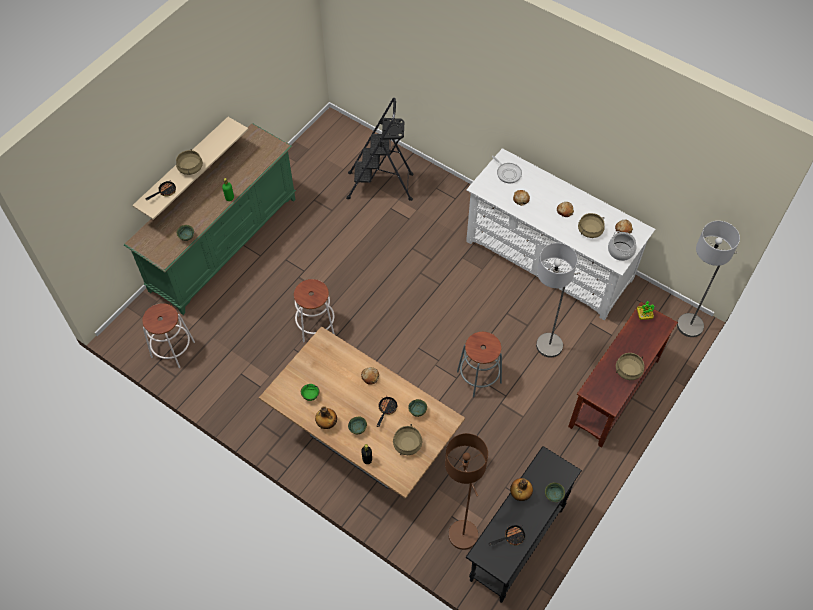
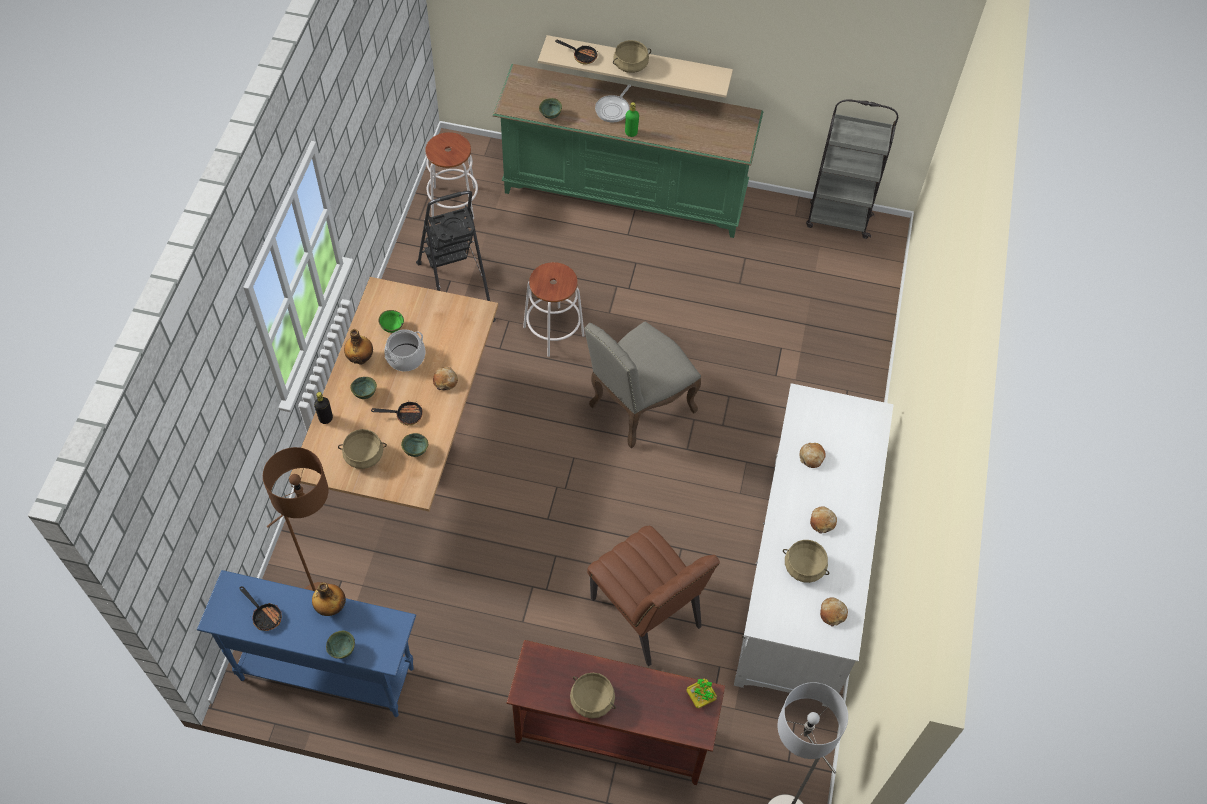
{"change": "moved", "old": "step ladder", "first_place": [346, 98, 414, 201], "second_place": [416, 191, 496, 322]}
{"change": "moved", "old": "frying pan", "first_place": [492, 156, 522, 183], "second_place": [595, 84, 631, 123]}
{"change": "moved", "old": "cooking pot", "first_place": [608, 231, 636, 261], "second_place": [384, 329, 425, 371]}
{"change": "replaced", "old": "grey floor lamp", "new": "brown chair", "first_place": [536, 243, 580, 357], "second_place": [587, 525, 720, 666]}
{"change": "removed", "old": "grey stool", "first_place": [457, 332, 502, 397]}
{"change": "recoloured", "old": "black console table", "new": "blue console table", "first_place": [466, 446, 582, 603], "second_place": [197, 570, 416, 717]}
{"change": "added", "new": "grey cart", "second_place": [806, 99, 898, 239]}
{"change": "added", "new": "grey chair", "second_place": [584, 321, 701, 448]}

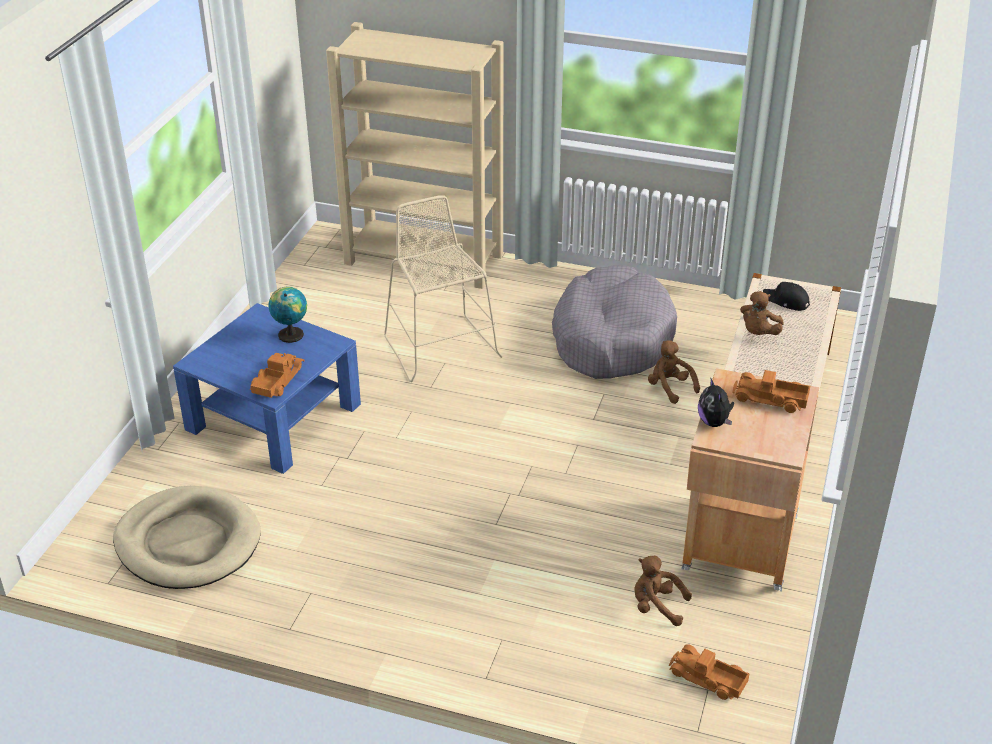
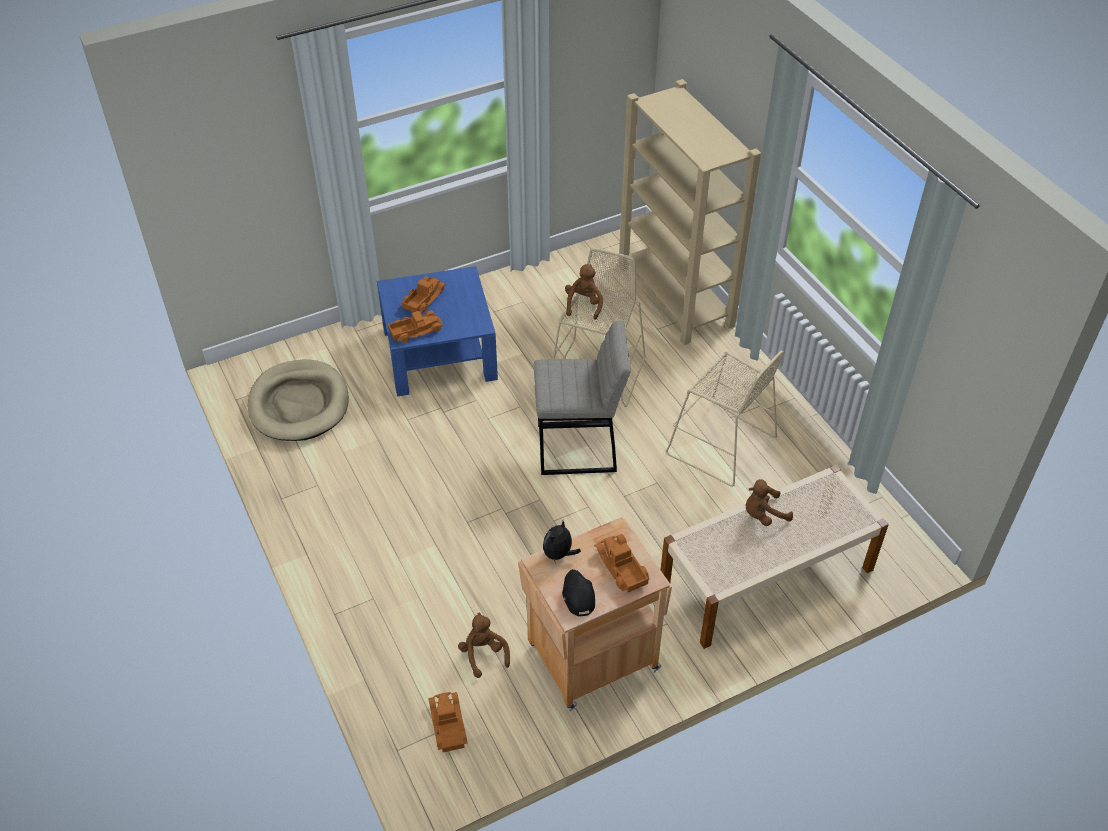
{"change": "replaced", "old": "grey dog bed", "new": "beige stool", "first_place": [552, 265, 677, 379], "second_place": [666, 350, 784, 487]}
{"change": "moved", "old": "black cap", "first_place": [763, 282, 810, 311], "second_place": [562, 569, 595, 616]}
{"change": "removed", "old": "globe", "first_place": [269, 286, 307, 343]}
{"change": "moved", "old": "brown plush toy", "first_place": [648, 340, 700, 404], "second_place": [565, 264, 603, 320]}
{"change": "added", "new": "toy truck", "second_place": [402, 276, 446, 313]}
{"change": "added", "new": "grey chair", "second_place": [534, 320, 631, 475]}

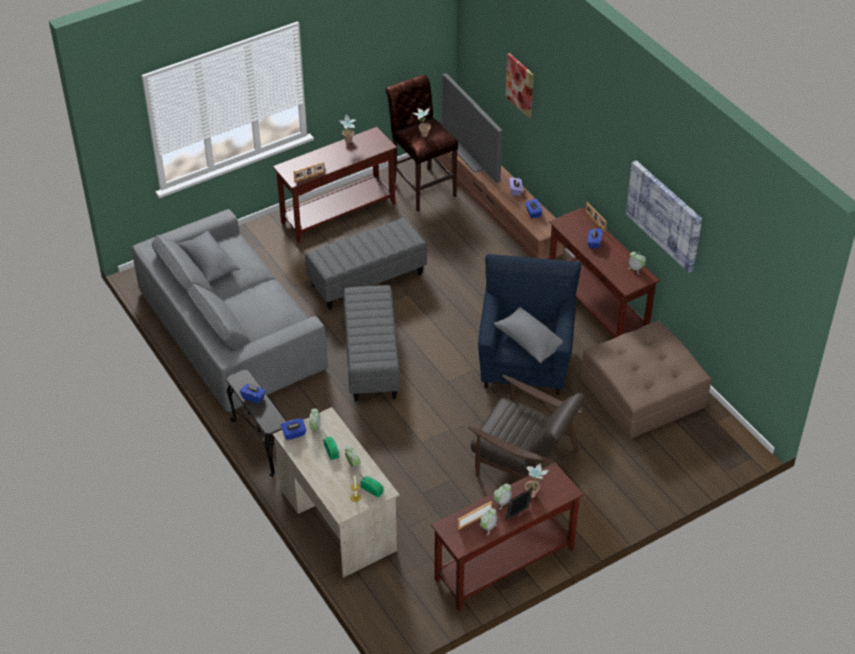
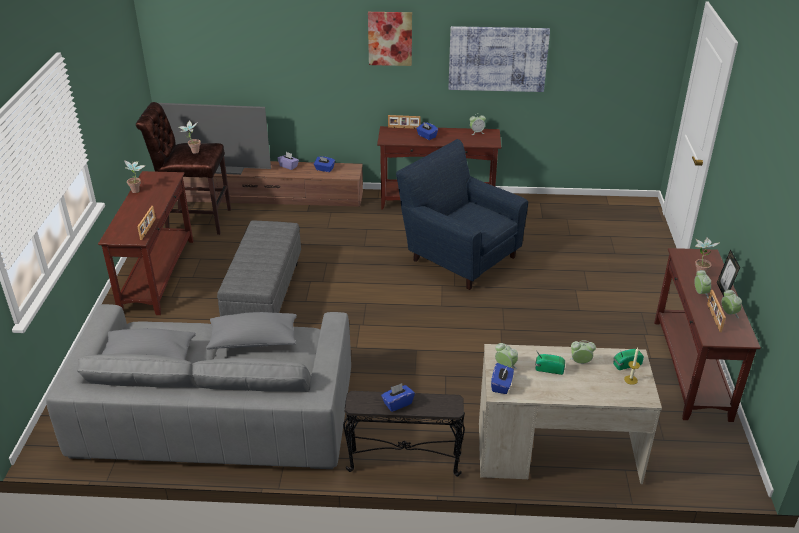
{"change": "moved", "old": "picture", "first_place": [505, 53, 534, 118], "second_place": [368, 12, 412, 66]}
{"change": "removed", "old": "grey ottoman", "first_place": [343, 285, 401, 401]}
{"change": "moved", "old": "grey pillow", "first_place": [494, 307, 563, 363], "second_place": [206, 312, 297, 349]}
{"change": "removed", "old": "brown ottoman", "first_place": [580, 321, 712, 439]}
{"change": "removed", "old": "brown armchair", "first_place": [468, 375, 585, 479]}

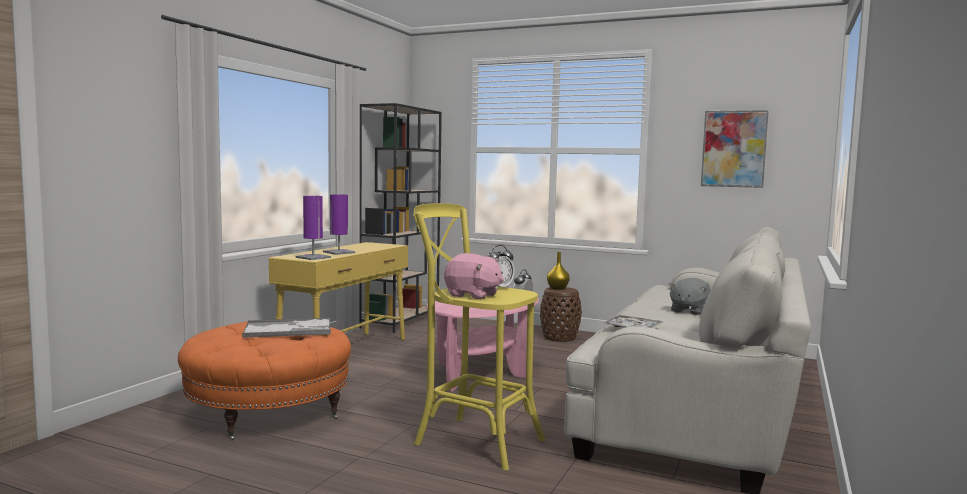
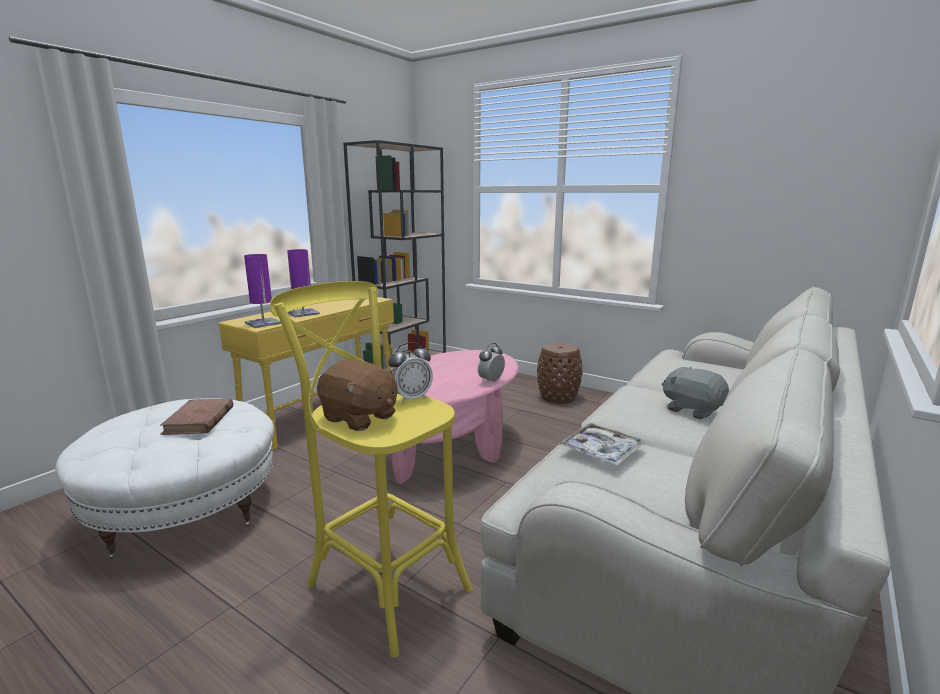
{"change": "removed", "old": "picture", "first_place": [701, 110, 769, 188]}
{"change": "removed", "old": "yellow vase", "first_place": [547, 252, 570, 290]}
{"change": "recoloured", "old": "pink plush toy", "new": "brown plush toy", "first_place": [444, 253, 504, 299], "second_place": [317, 359, 398, 431]}
{"change": "turned", "old": "grey plush toy", "first_place": [668, 278, 711, 315], "second_place": [662, 367, 729, 419], "degrees": 90}
{"change": "replaced", "old": "tray", "new": "brown book", "first_place": [242, 318, 331, 338], "second_place": [160, 399, 233, 435]}
{"change": "recoloured", "old": "orange ottoman", "new": "white ottoman", "first_place": [178, 321, 351, 440], "second_place": [56, 399, 274, 559]}

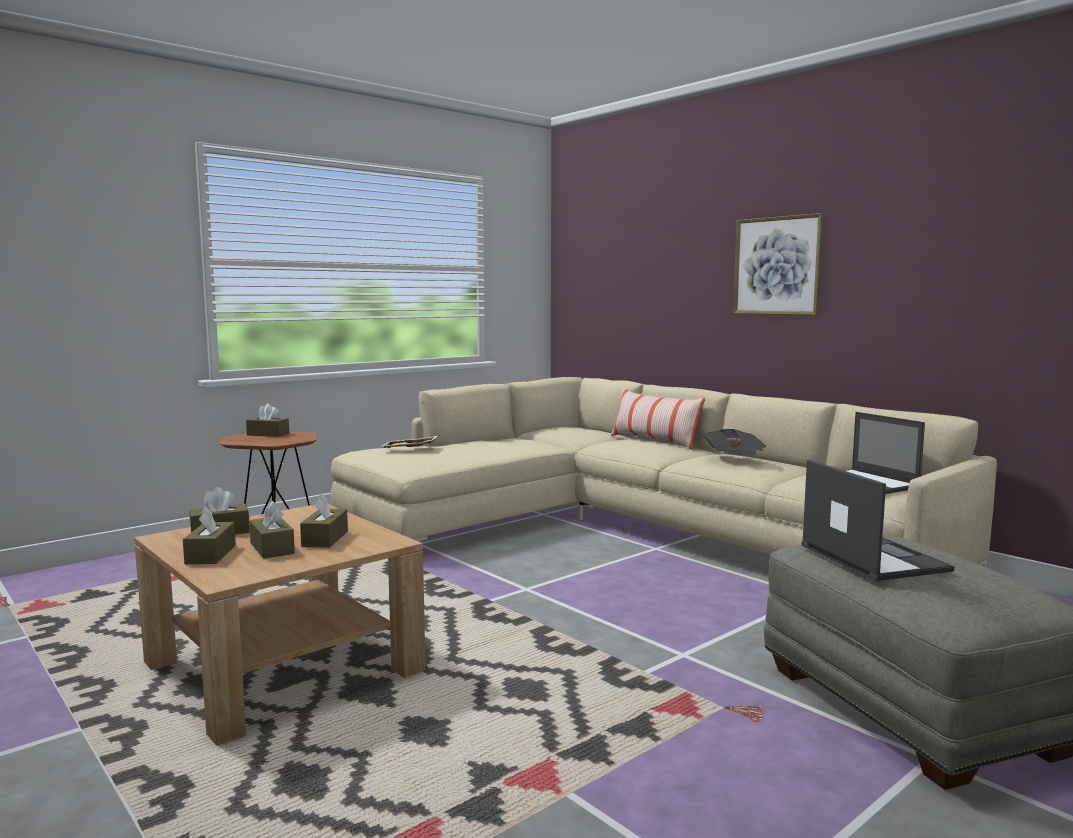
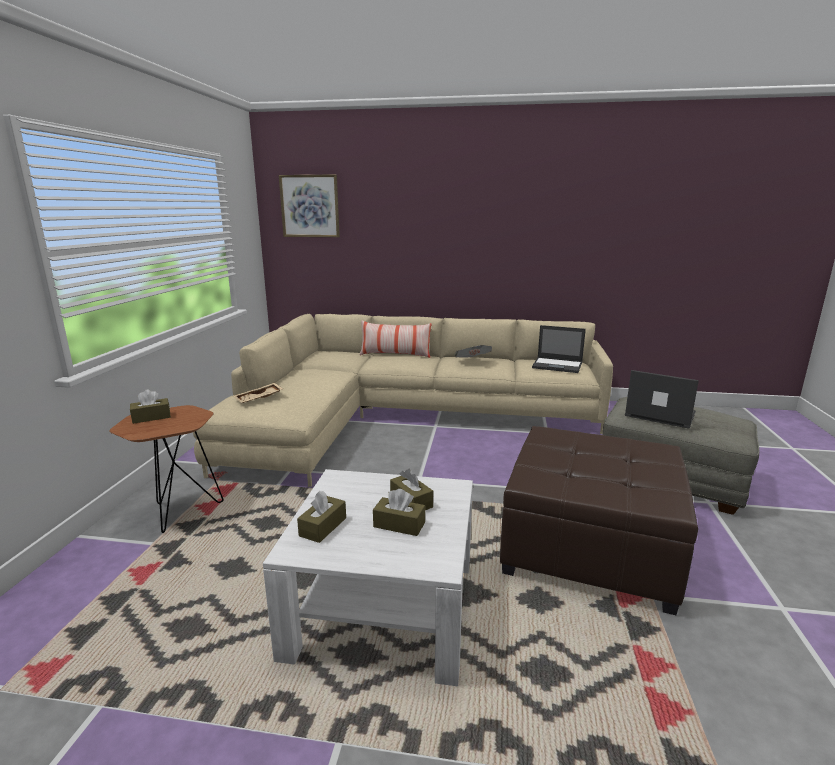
{"change": "moved", "old": "picture", "first_place": [733, 213, 824, 315], "second_place": [279, 174, 340, 237]}
{"change": "recoloured", "old": "brown coffee table", "new": "white coffee table", "first_place": [134, 504, 426, 746], "second_place": [263, 469, 473, 686]}
{"change": "removed", "old": "brown tissue box", "first_place": [183, 506, 236, 564]}
{"change": "added", "new": "brown ottoman", "second_place": [500, 426, 698, 615]}

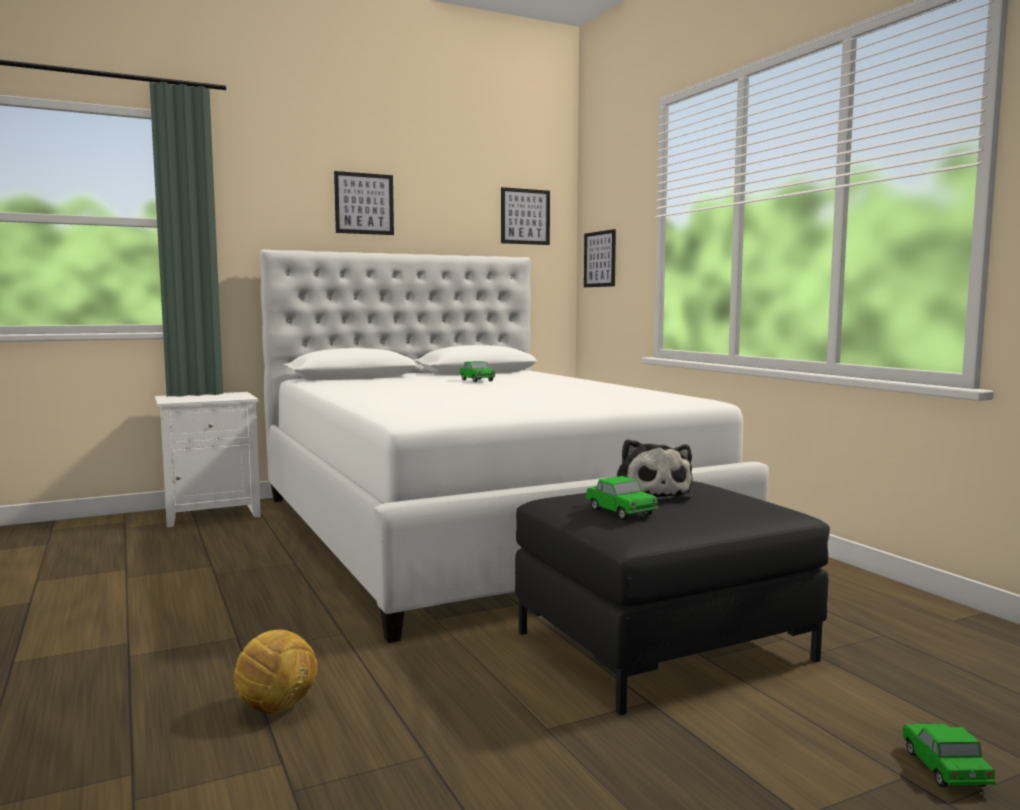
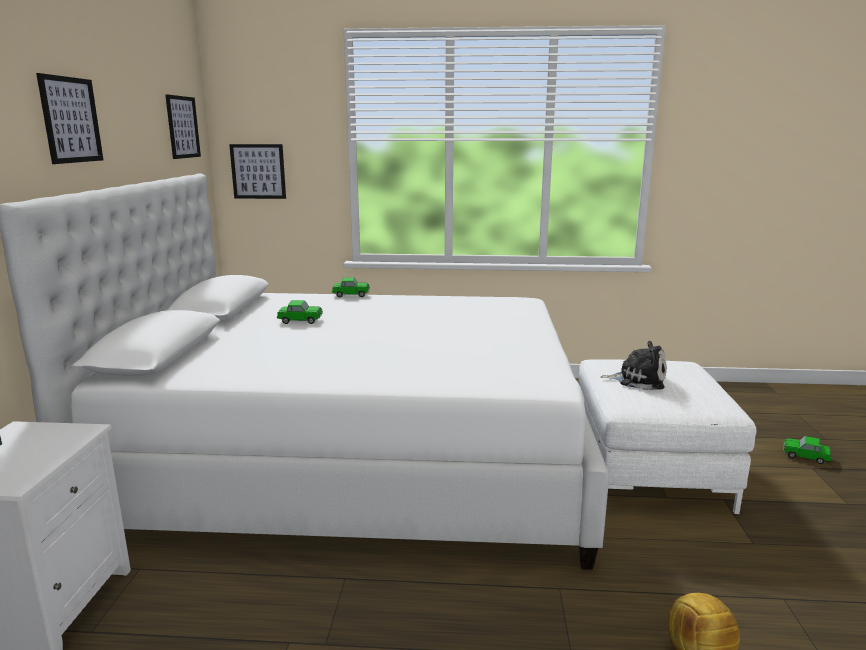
{"change": "moved", "old": "toy car", "first_place": [585, 476, 658, 520], "second_place": [332, 277, 370, 297]}
{"change": "recoloured", "old": "black ottoman", "new": "white ottoman", "first_place": [515, 481, 830, 715], "second_place": [579, 359, 757, 514]}

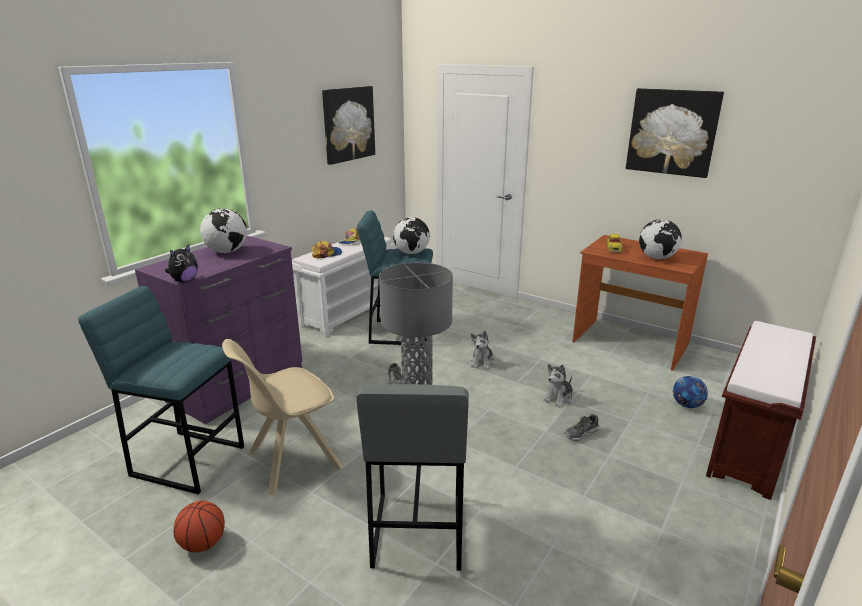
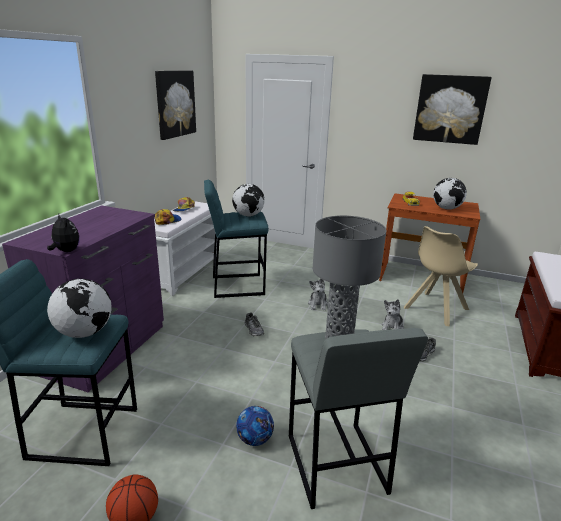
{"change": "moved", "old": "globe", "first_place": [200, 208, 247, 253], "second_place": [47, 279, 112, 338]}
{"change": "turned", "old": "plush toy", "first_place": [165, 244, 198, 282], "second_place": [47, 214, 80, 252], "degrees": -60}
{"change": "moved", "old": "beige chair", "first_place": [222, 339, 343, 496], "second_place": [404, 226, 478, 326]}
{"change": "moved", "old": "football", "first_place": [673, 376, 708, 408], "second_place": [236, 406, 274, 446]}

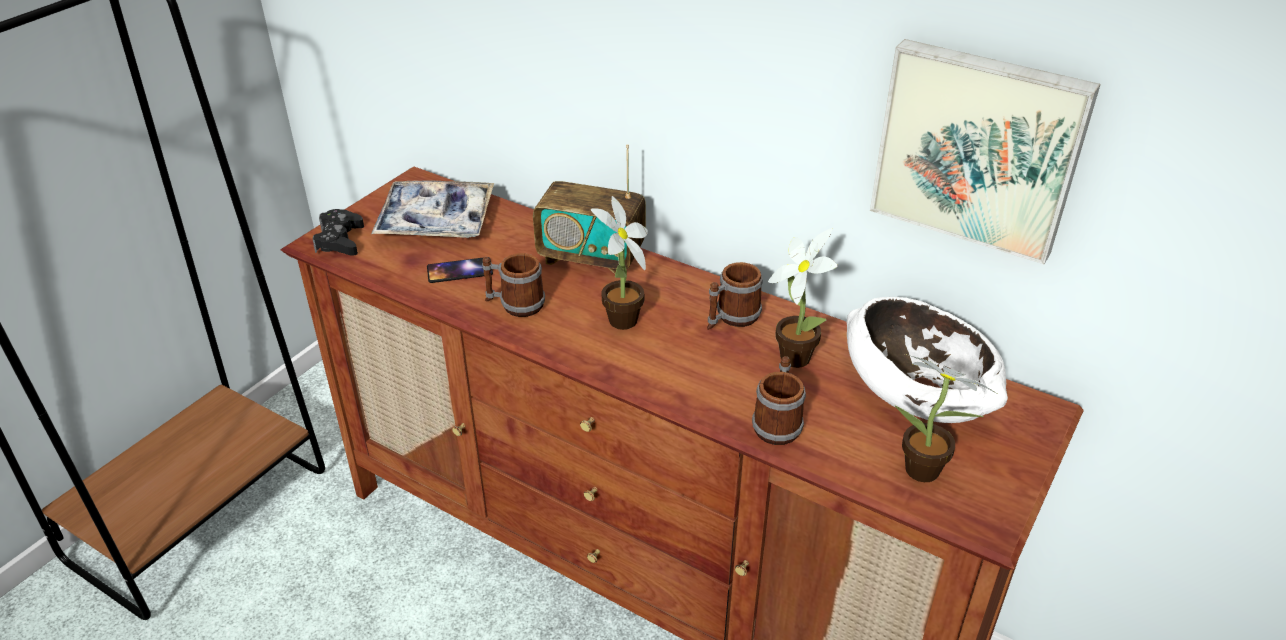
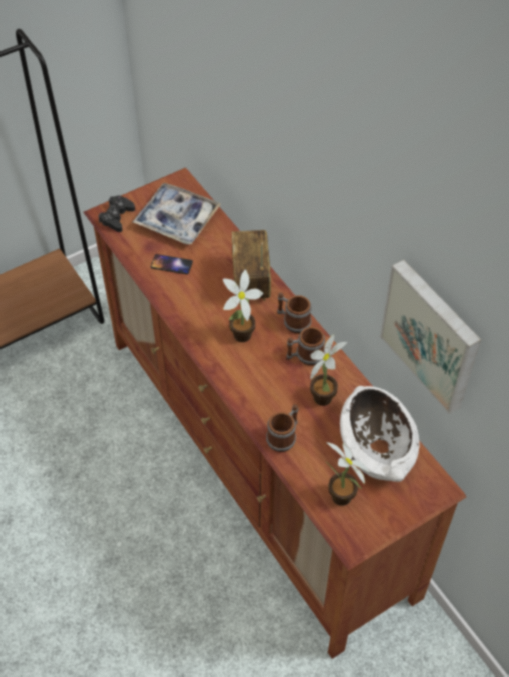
{"change": "turned", "old": "radio", "first_place": [533, 144, 646, 274], "second_place": [232, 230, 271, 301], "degrees": 45}
{"change": "moved", "old": "mug", "first_place": [482, 253, 545, 317], "second_place": [277, 292, 311, 333]}

